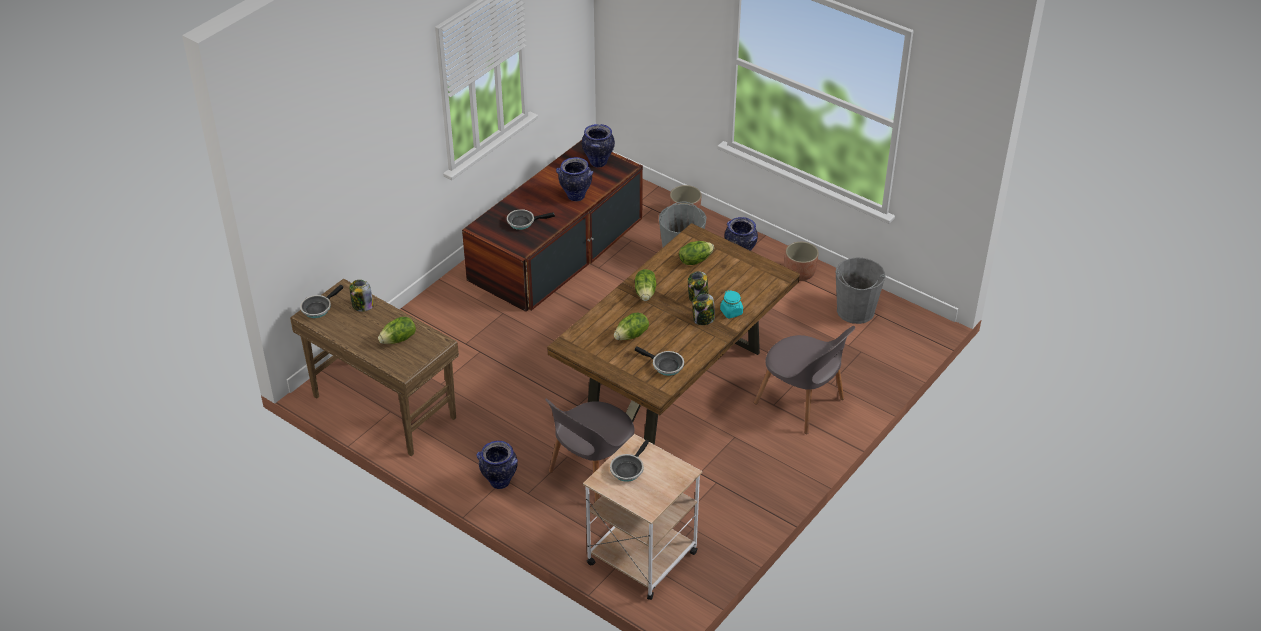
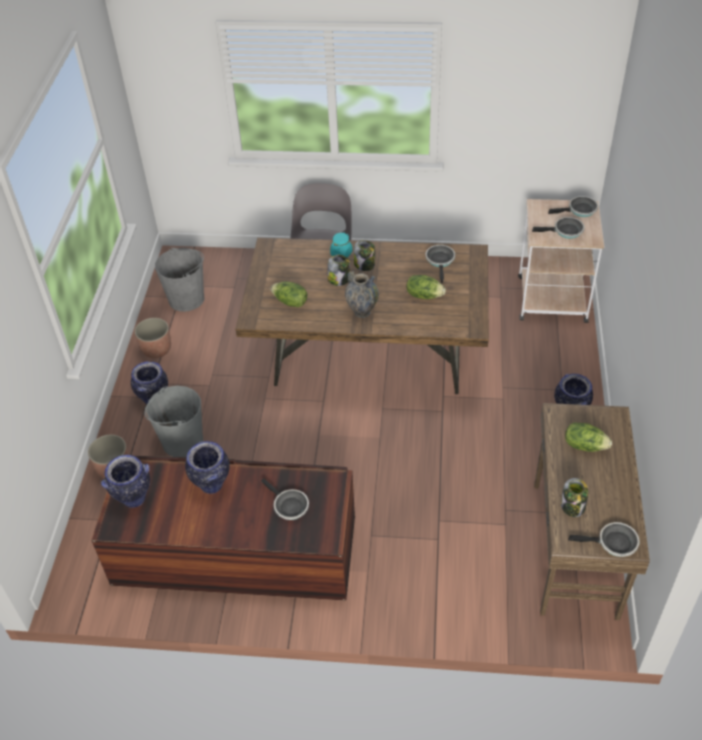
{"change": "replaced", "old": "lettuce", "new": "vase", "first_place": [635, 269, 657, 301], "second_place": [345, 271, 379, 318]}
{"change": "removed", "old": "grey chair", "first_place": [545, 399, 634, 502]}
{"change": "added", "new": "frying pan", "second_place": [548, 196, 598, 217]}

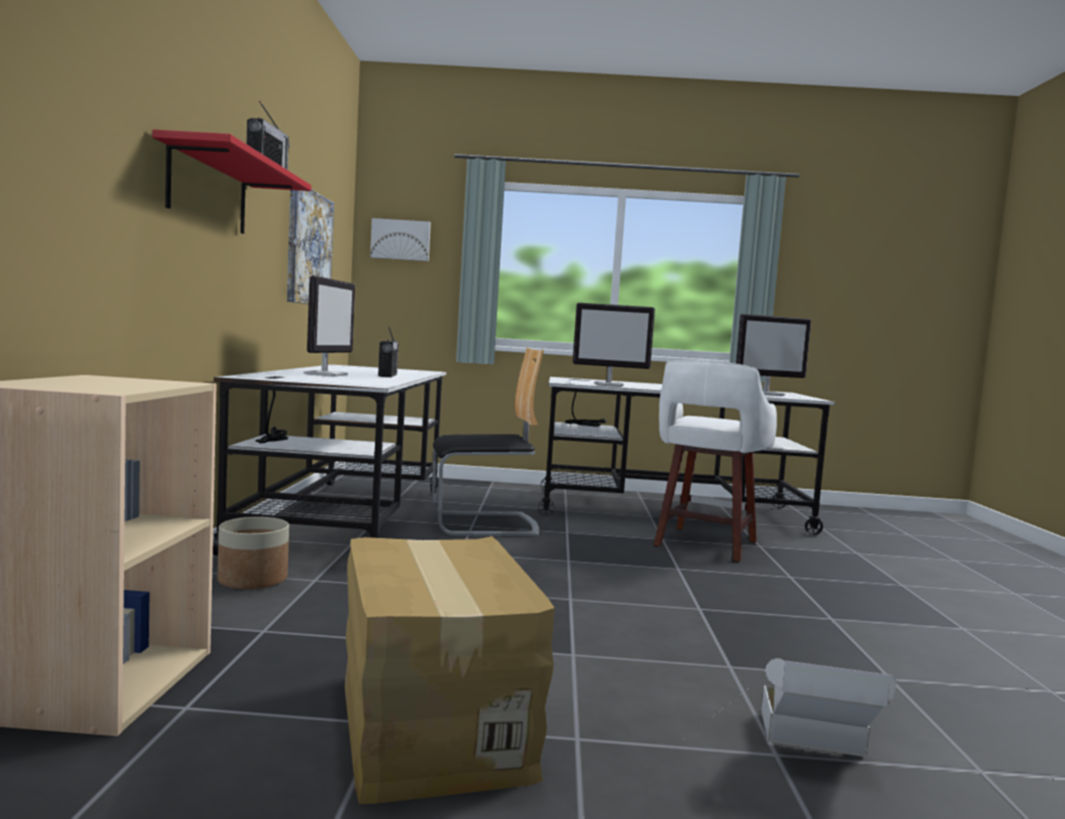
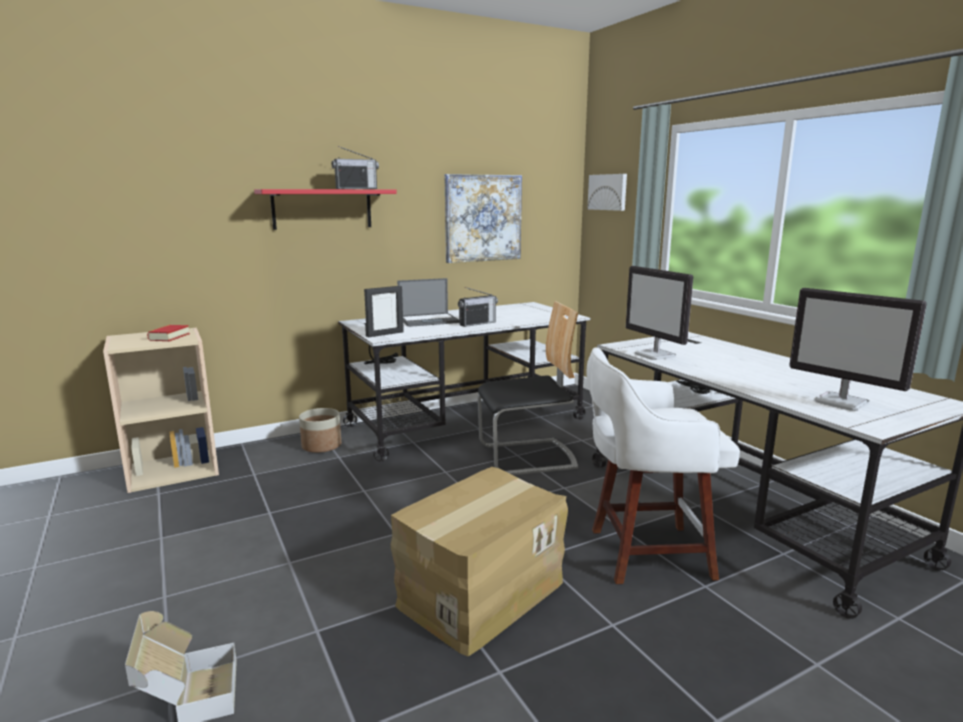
{"change": "replaced", "old": "monitor", "new": "laptop", "first_place": [303, 276, 355, 376], "second_place": [397, 278, 459, 327]}
{"change": "turned", "old": "chair", "first_place": [432, 348, 544, 536], "second_place": [478, 301, 578, 475], "degrees": -60}
{"change": "moved", "old": "cardboard box", "first_place": [345, 536, 555, 804], "second_place": [391, 467, 568, 657]}
{"change": "added", "new": "picture frame", "second_place": [364, 286, 404, 337]}
{"change": "added", "new": "book", "second_place": [147, 325, 190, 341]}

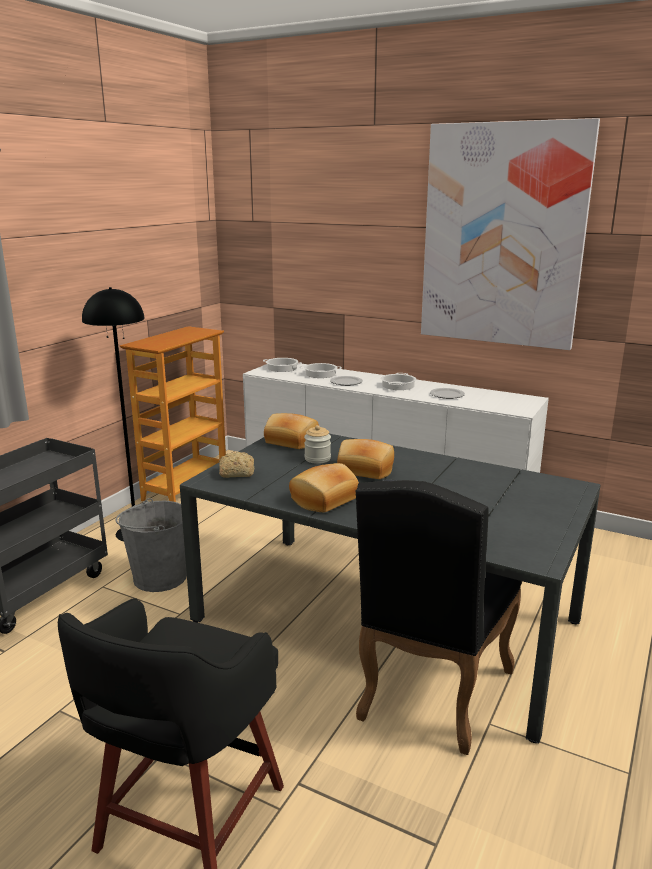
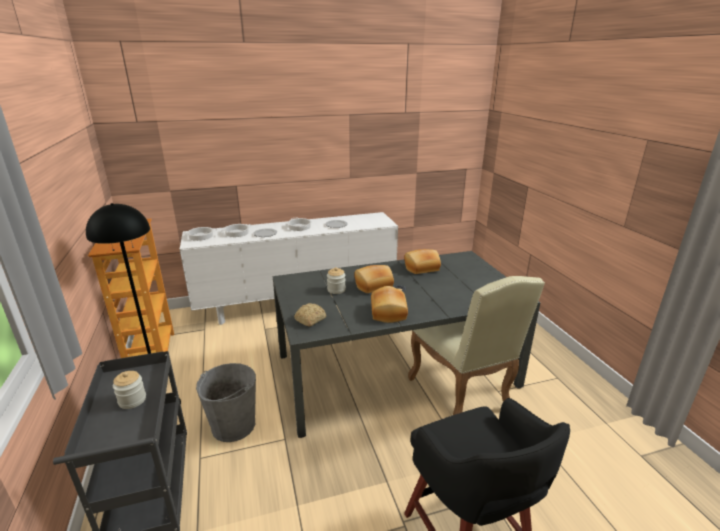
{"change": "removed", "old": "picture", "first_place": [421, 118, 600, 350]}
{"change": "moved", "old": "bread", "first_place": [264, 413, 319, 449], "second_place": [404, 249, 441, 274]}
{"change": "recoloured", "old": "black chair", "new": "beige chair", "first_place": [355, 480, 522, 755], "second_place": [408, 276, 545, 415]}
{"change": "added", "new": "jar", "second_place": [113, 371, 146, 409]}

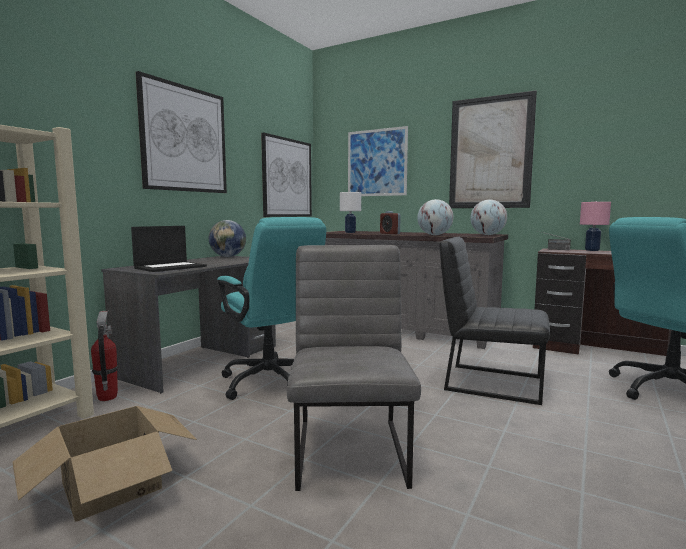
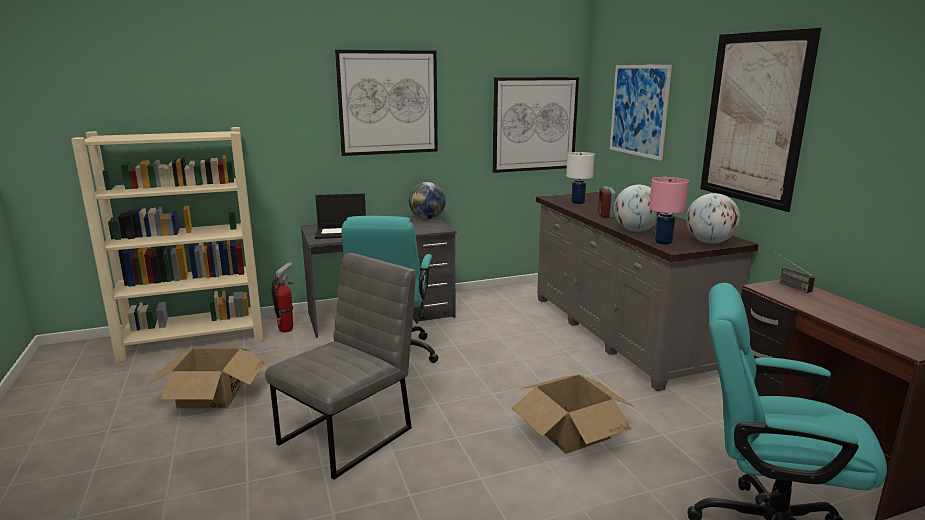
{"change": "moved", "old": "pink table lamp", "first_place": [580, 201, 611, 251], "second_place": [649, 177, 689, 244]}
{"change": "replaced", "old": "black chair", "new": "cardboard box", "first_place": [439, 237, 550, 405], "second_place": [512, 374, 634, 454]}

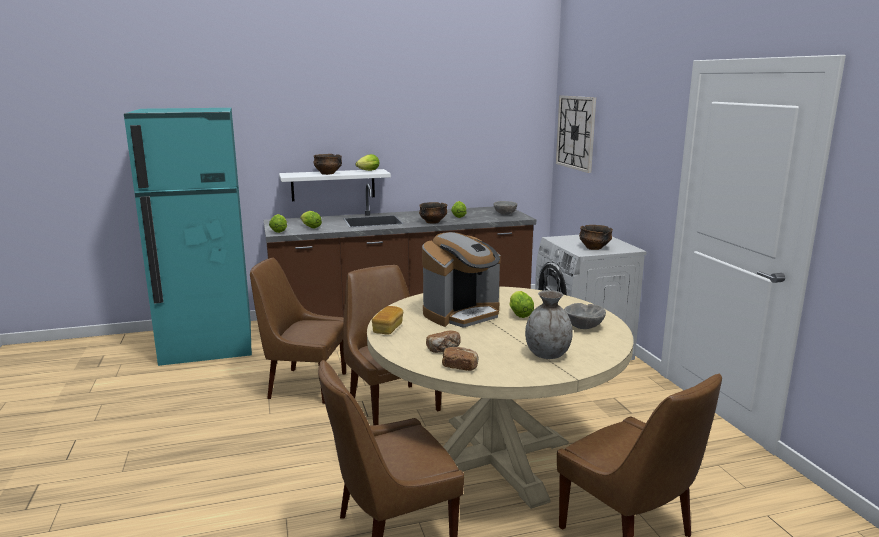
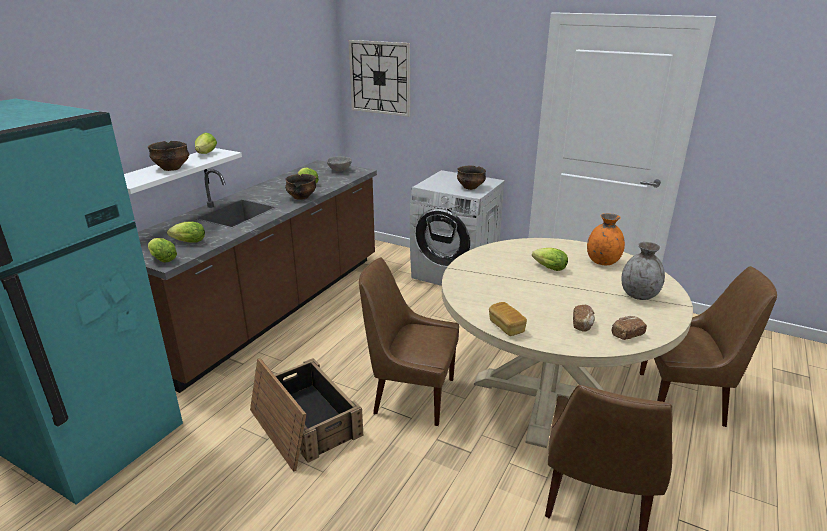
{"change": "removed", "old": "coffee machine", "first_place": [422, 232, 501, 328]}
{"change": "replaced", "old": "brown chair", "new": "crate", "first_place": [250, 257, 346, 404], "second_place": [250, 358, 363, 472]}
{"change": "replaced", "old": "grey bowl", "new": "orange vase", "first_place": [564, 303, 606, 329], "second_place": [587, 213, 625, 265]}

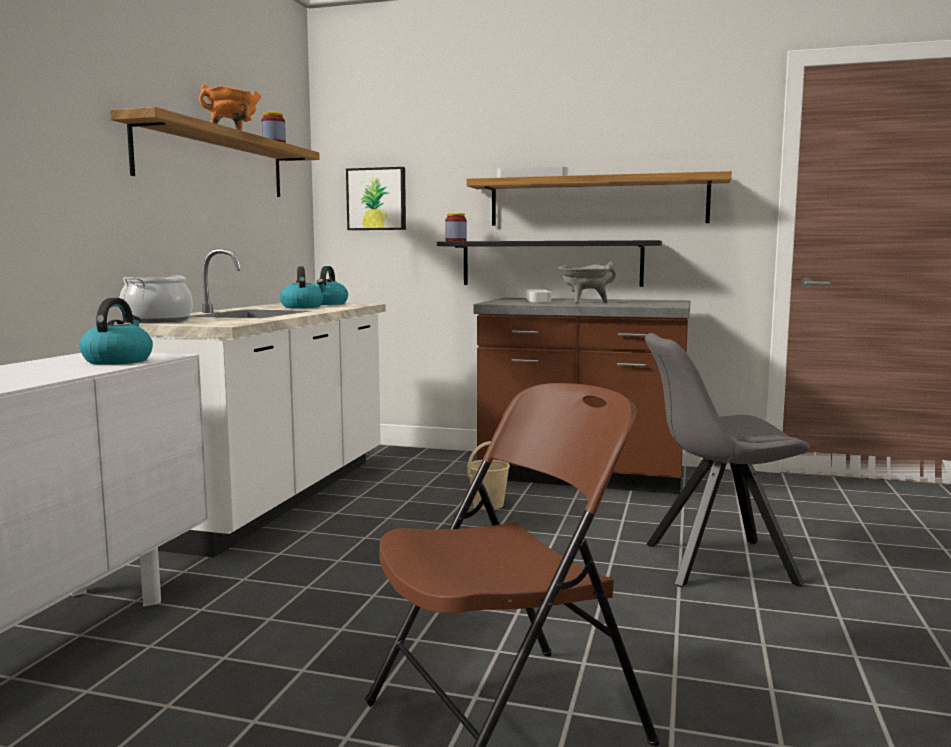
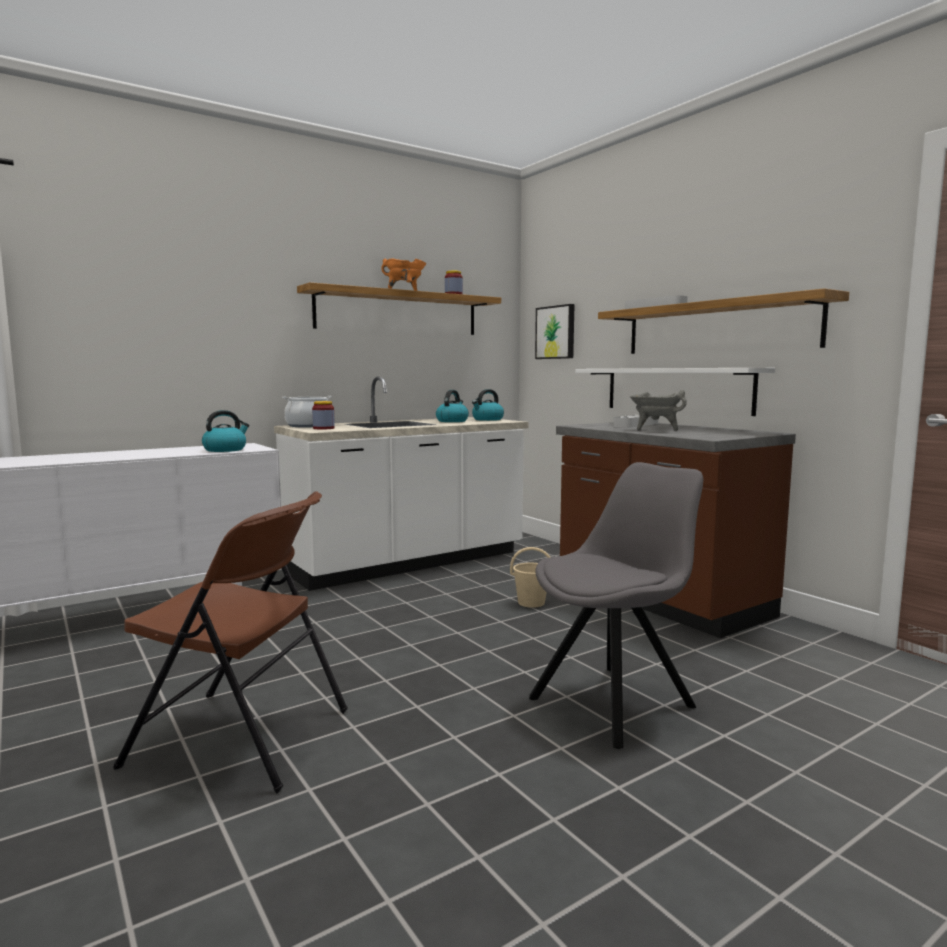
{"change": "moved", "old": "jar", "first_place": [445, 213, 467, 241], "second_place": [312, 401, 335, 430]}
{"change": "recoloured", "old": "black shelf", "new": "white shelf", "first_place": [437, 240, 662, 287], "second_place": [575, 368, 775, 416]}
{"change": "turned", "old": "grey chair", "first_place": [645, 333, 810, 587], "second_place": [529, 462, 703, 749], "degrees": 105}

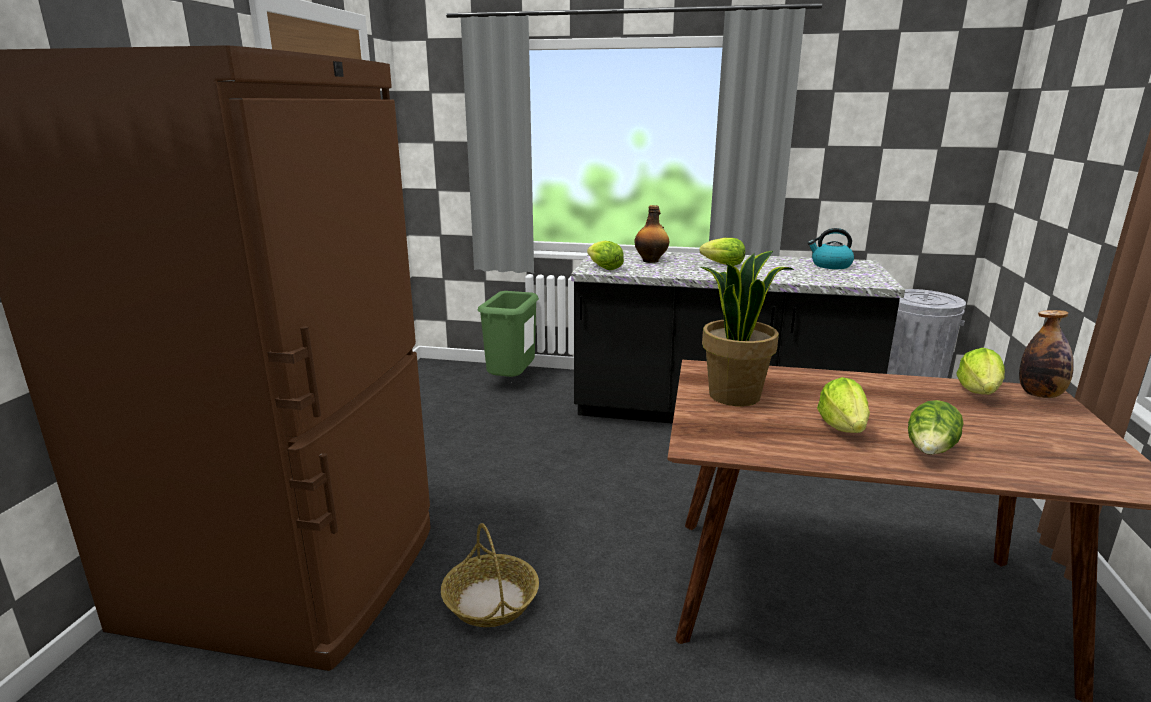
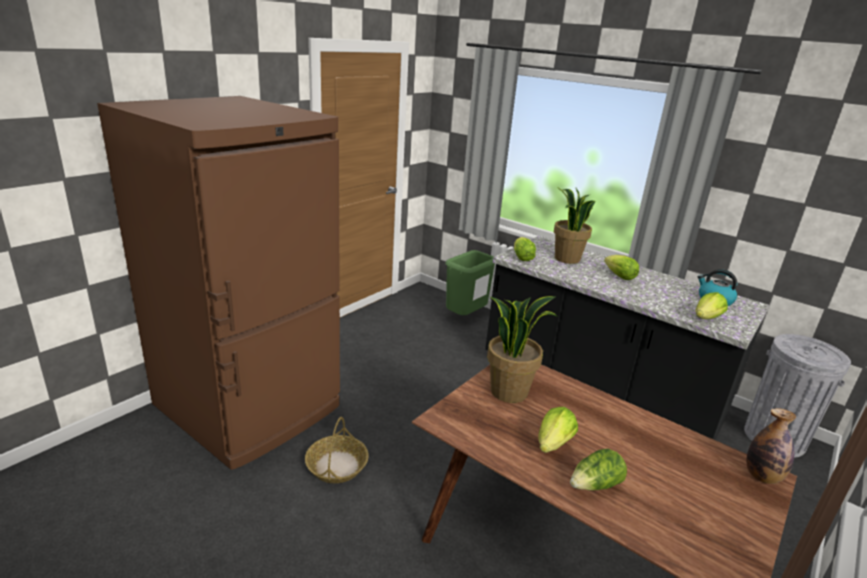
{"change": "replaced", "old": "bottle", "new": "potted plant", "first_place": [635, 205, 669, 263], "second_place": [554, 186, 596, 264]}
{"change": "moved", "old": "lettuce", "first_place": [956, 348, 1005, 394], "second_place": [696, 292, 728, 319]}

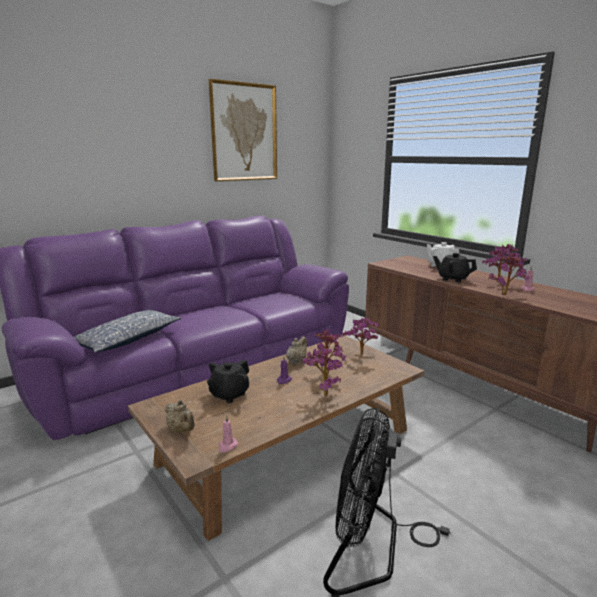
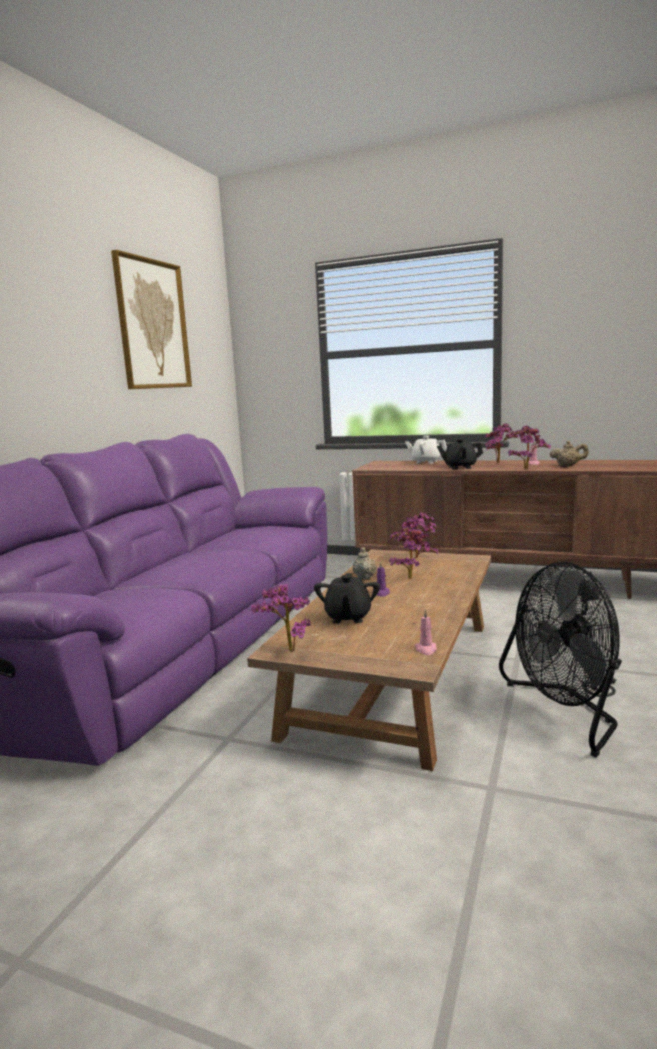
{"change": "removed", "old": "pillow", "first_place": [74, 310, 181, 353]}
{"change": "moved", "old": "potted plant", "first_place": [303, 348, 343, 396], "second_place": [251, 584, 310, 651]}
{"change": "moved", "old": "beige teapot", "first_place": [165, 400, 195, 433], "second_place": [550, 440, 589, 466]}

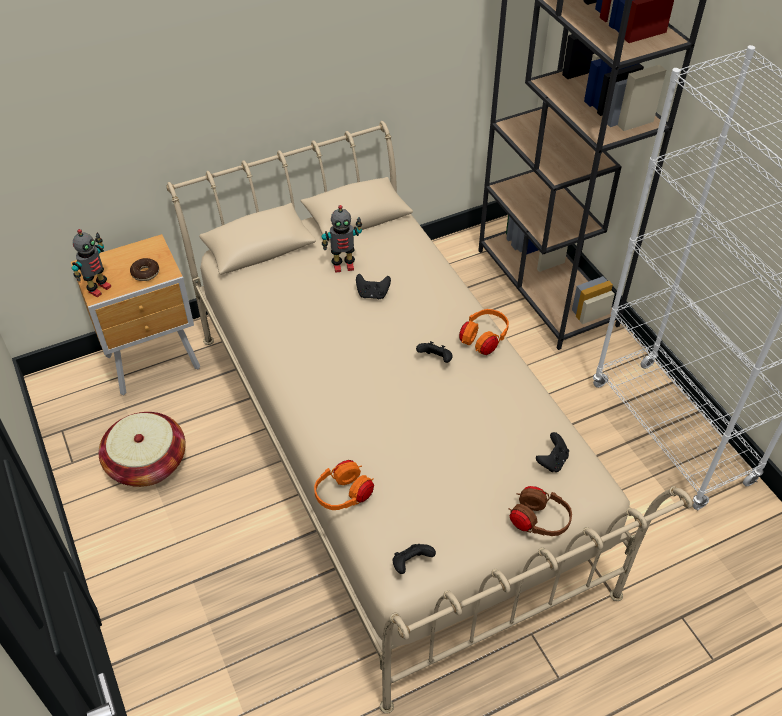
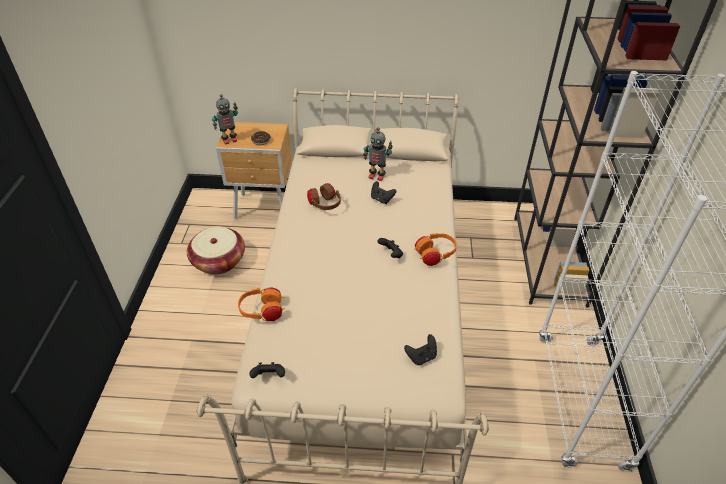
{"change": "moved", "old": "brown headphones", "first_place": [508, 486, 572, 536], "second_place": [307, 183, 341, 210]}

